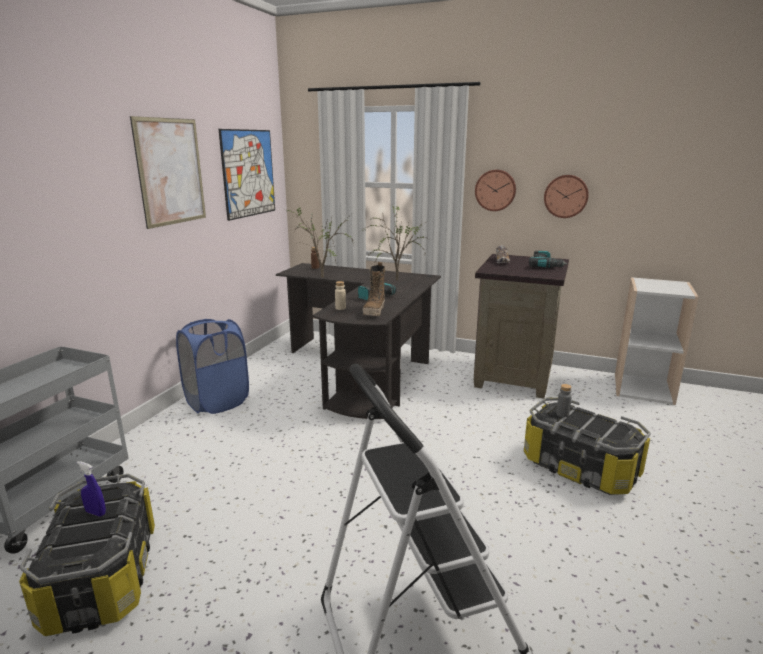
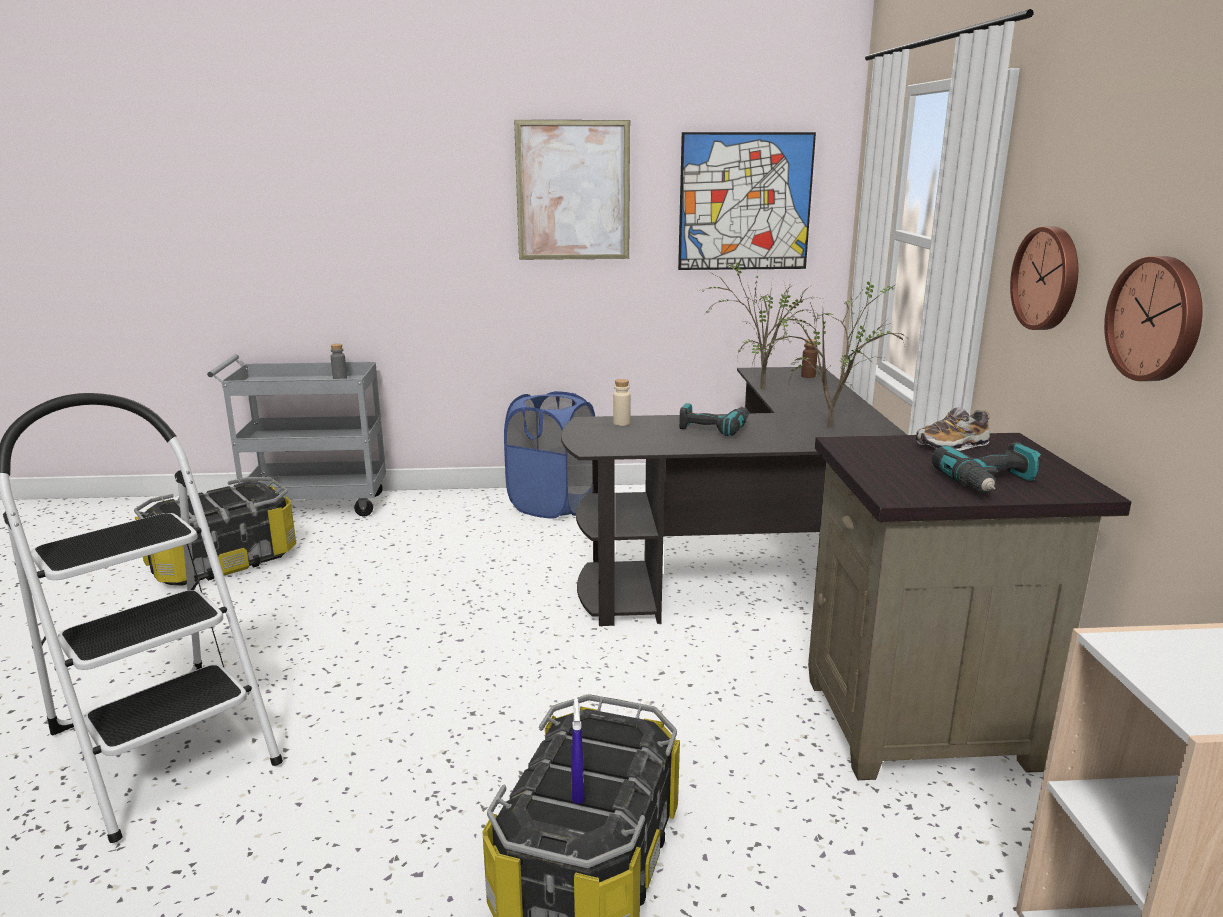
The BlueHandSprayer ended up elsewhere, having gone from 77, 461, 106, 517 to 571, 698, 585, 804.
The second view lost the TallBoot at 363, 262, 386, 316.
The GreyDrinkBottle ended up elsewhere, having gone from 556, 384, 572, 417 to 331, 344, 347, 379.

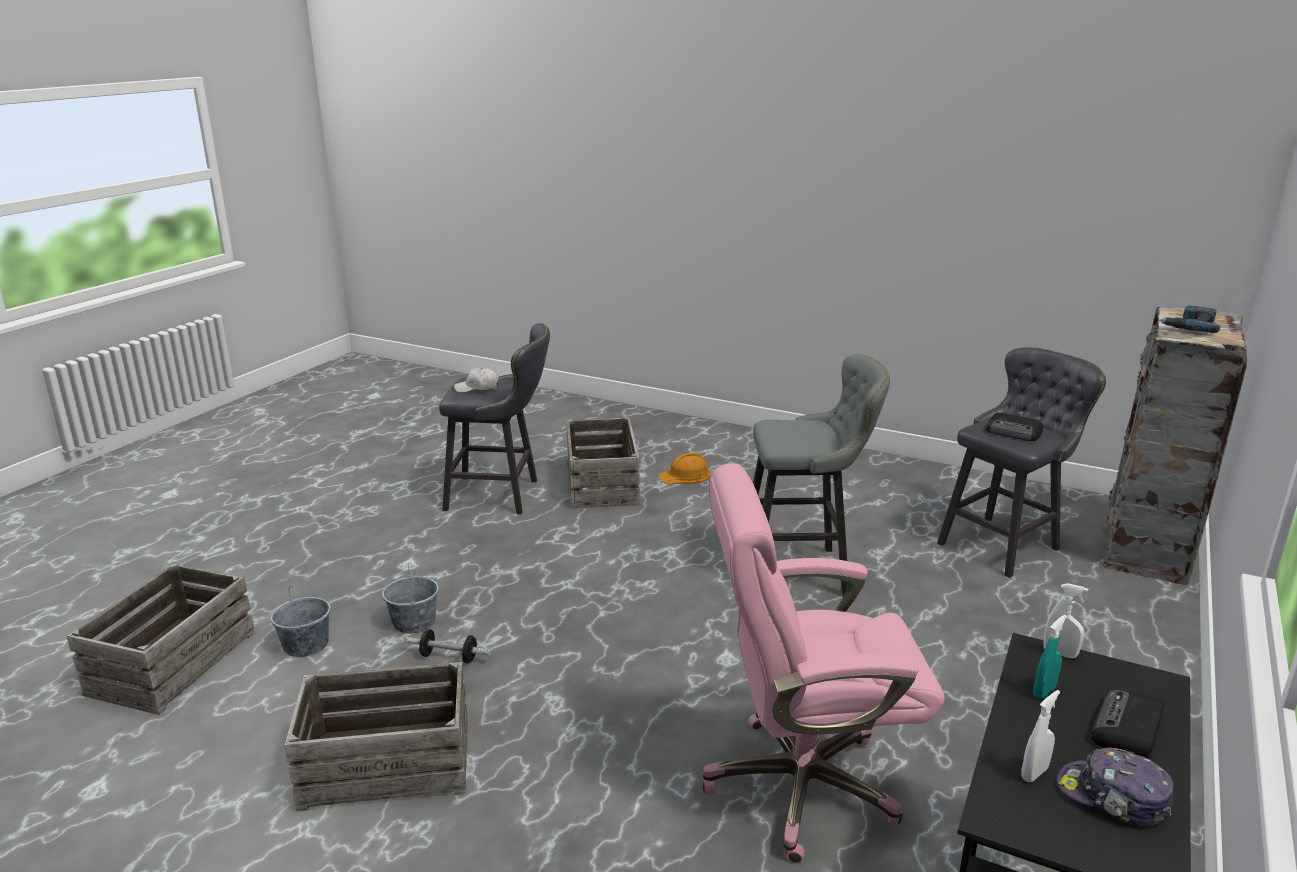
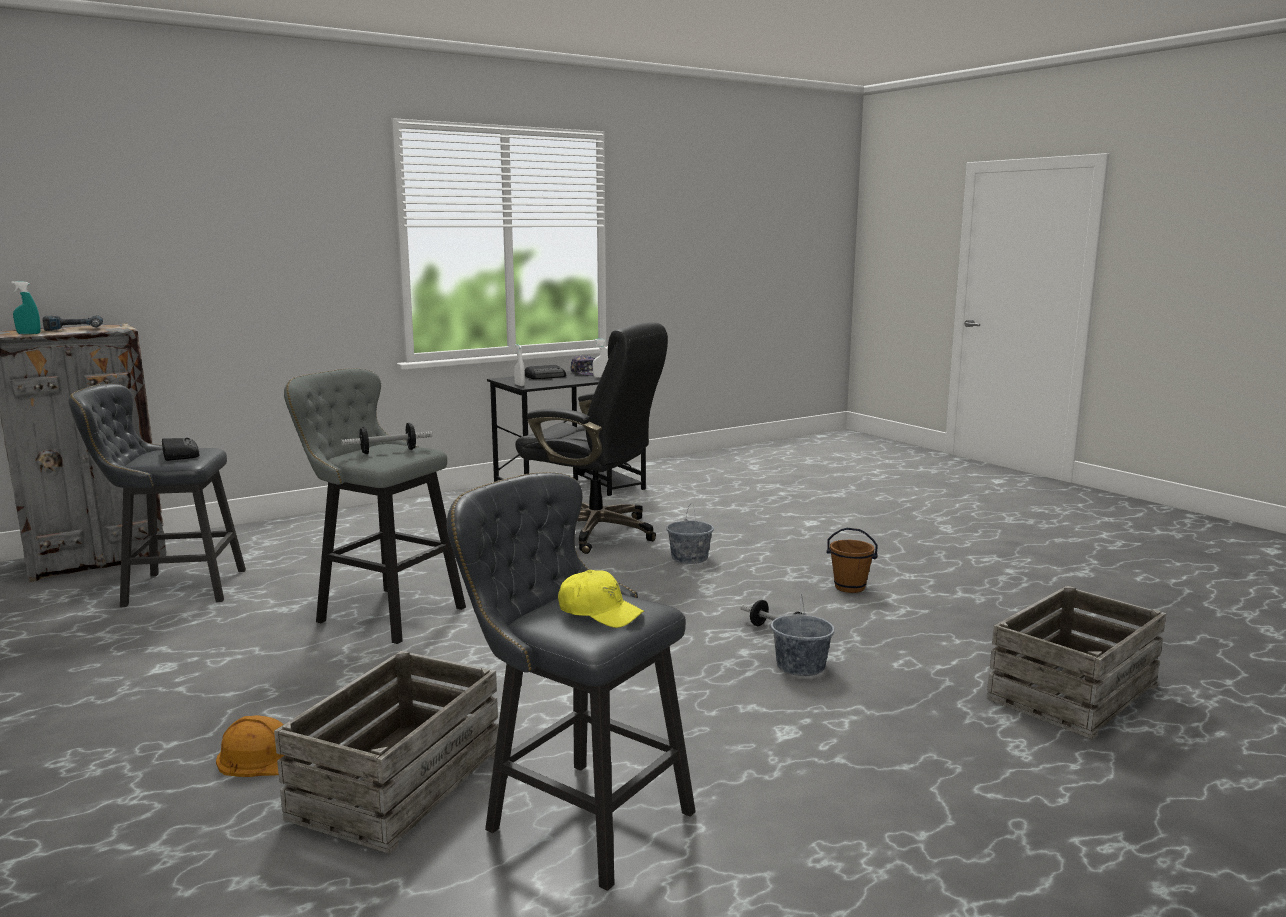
The GreyWaterBucket ended up elsewhere, having gone from 270, 586, 331, 657 to 666, 503, 714, 564.
Where the PackingCrate stood at 285, 662, 468, 812, the BrownishWaterBucket came to stand at 826, 528, 878, 593.
What was the WhitePeakedCap at 454, 367, 499, 393 turned into the YellowPeakedCap at 558, 570, 644, 628.
What was the PinkishComputerChair at 703, 463, 945, 863 turned into the BlackColouredComputerChair at 515, 322, 668, 554.
The BlueGreenHandSprayer ended up elsewhere, having gone from 1033, 615, 1067, 699 to 11, 281, 40, 334.
The second view gained the FreeWeight at 341, 423, 433, 454.

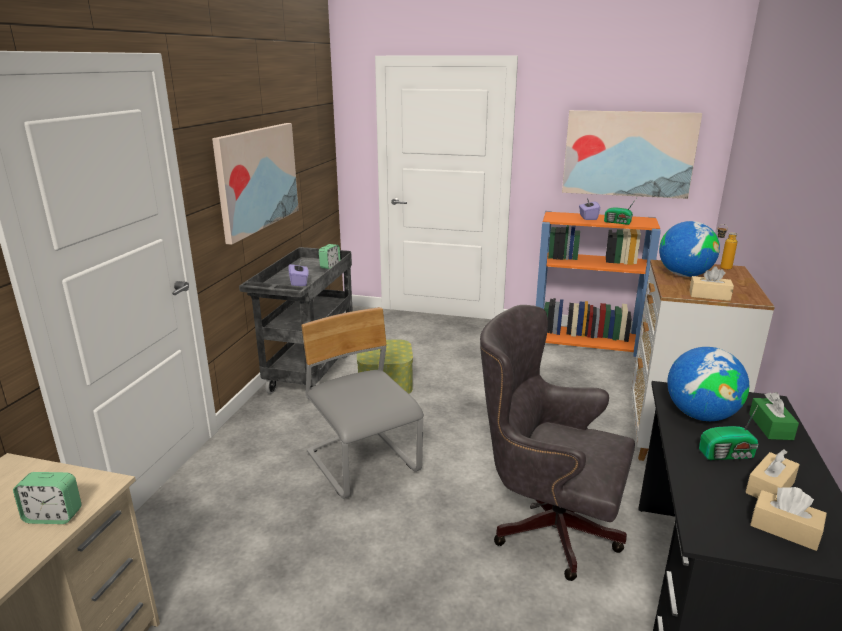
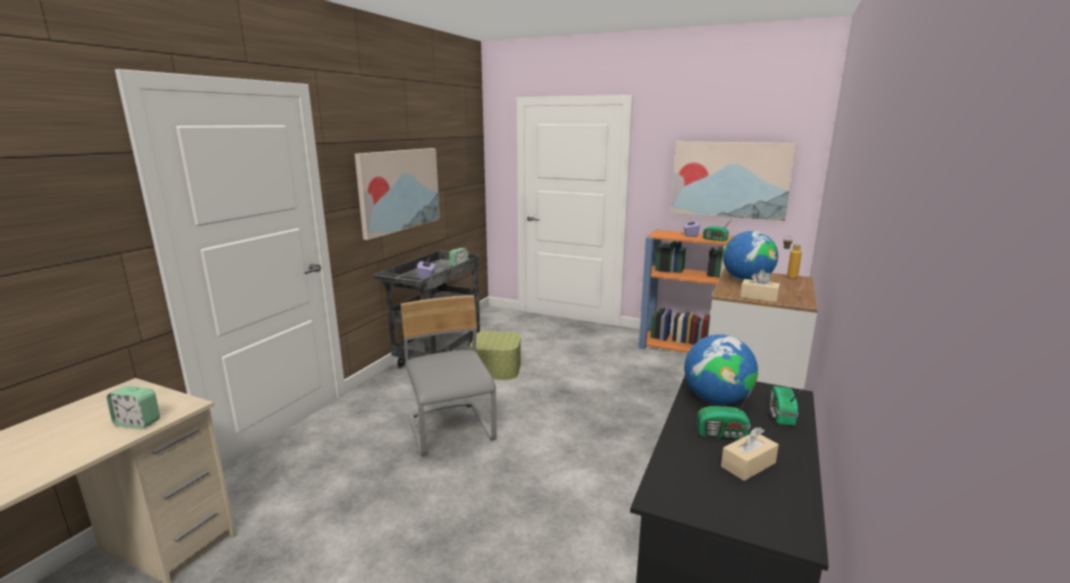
The second view lost the GreyComputerChair at 480, 305, 635, 581.
Where the GreenishTissueHolder stood at 749, 392, 799, 440, the RadioSet came to stand at 770, 386, 803, 426.
The second view lost the SandColouredTissueHolder at 750, 487, 827, 551.

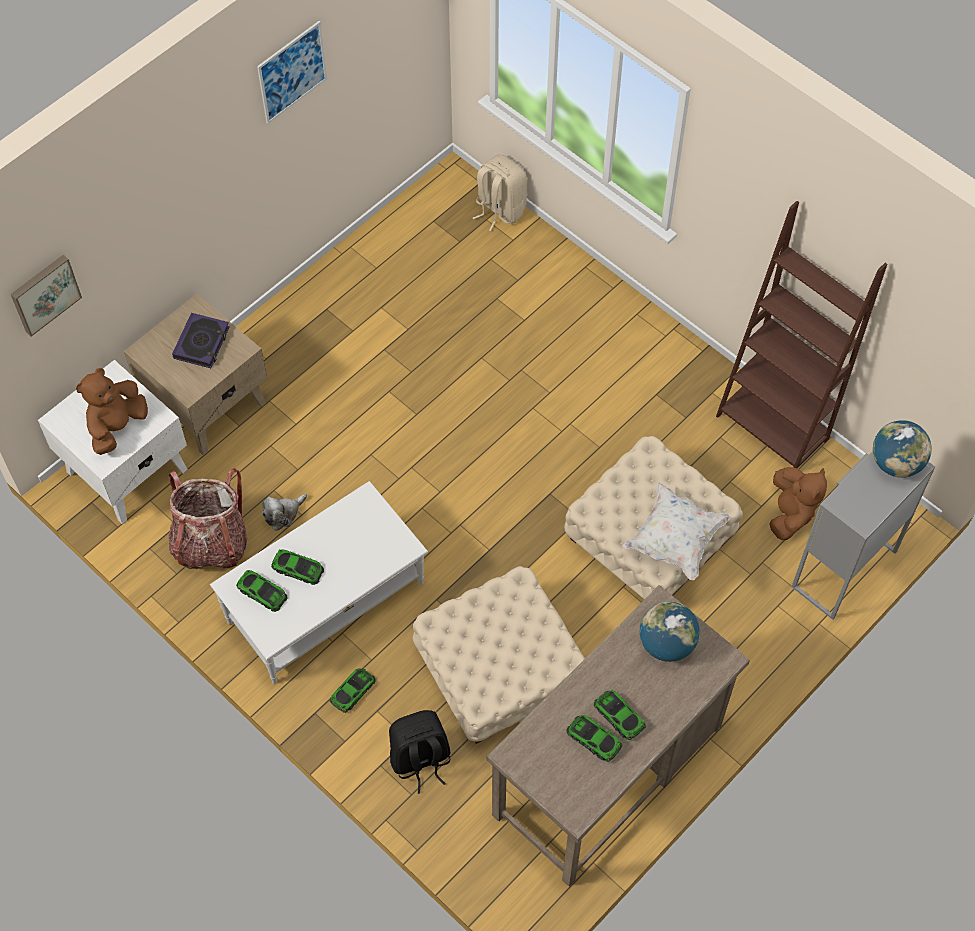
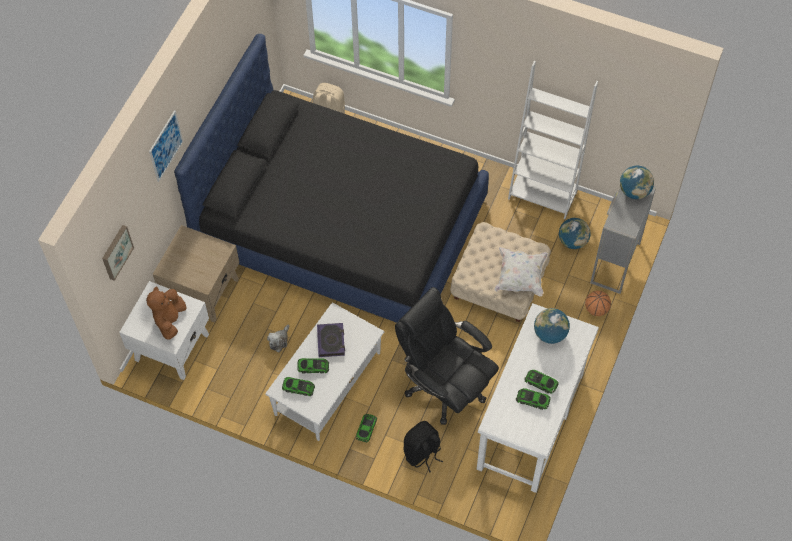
The second view lost the Knapsack at 168, 468, 247, 569.
The BoundBook ended up elsewhere, having gone from 172, 313, 230, 368 to 317, 323, 345, 357.
The Picture ended up elsewhere, having gone from 257, 21, 327, 124 to 149, 110, 183, 182.
Where the SandColouredPouffe stood at 413, 566, 585, 744, the BlackColouredComputerChair came to stand at 395, 287, 499, 425.
What was the BrownishDesk at 486, 585, 750, 886 turned into the WhiteDesk at 477, 303, 599, 493.
What was the BrownishShelvingUnit at 716, 201, 887, 468 turned into the WhiteShelvingUnit at 508, 61, 598, 219.
Where the BrownishPlushToy stood at 769, 467, 827, 540, the Globe came to stand at 559, 218, 590, 249.
The second view gained the BlackColouredBed at 174, 34, 489, 323.
The second view gained the BallForBasketball at 585, 291, 611, 316.

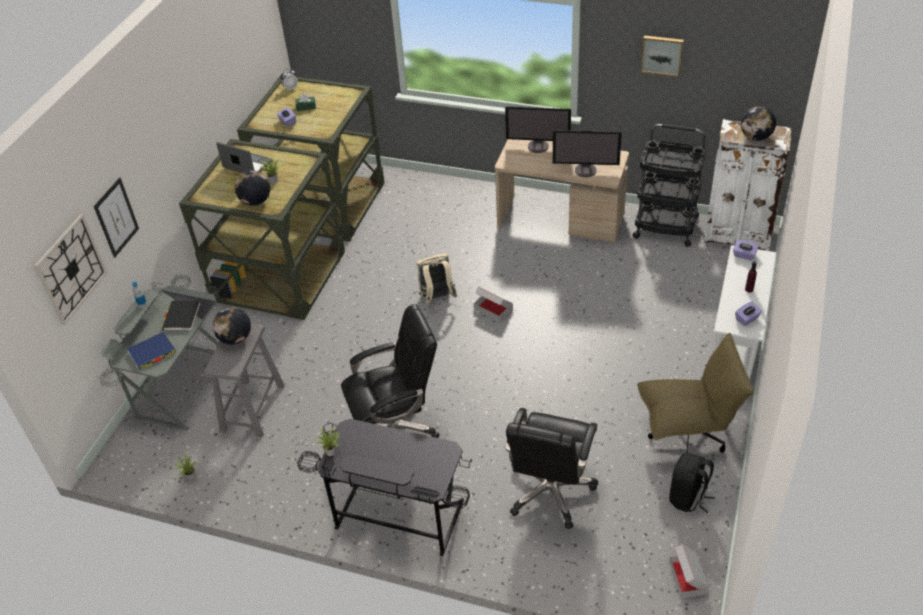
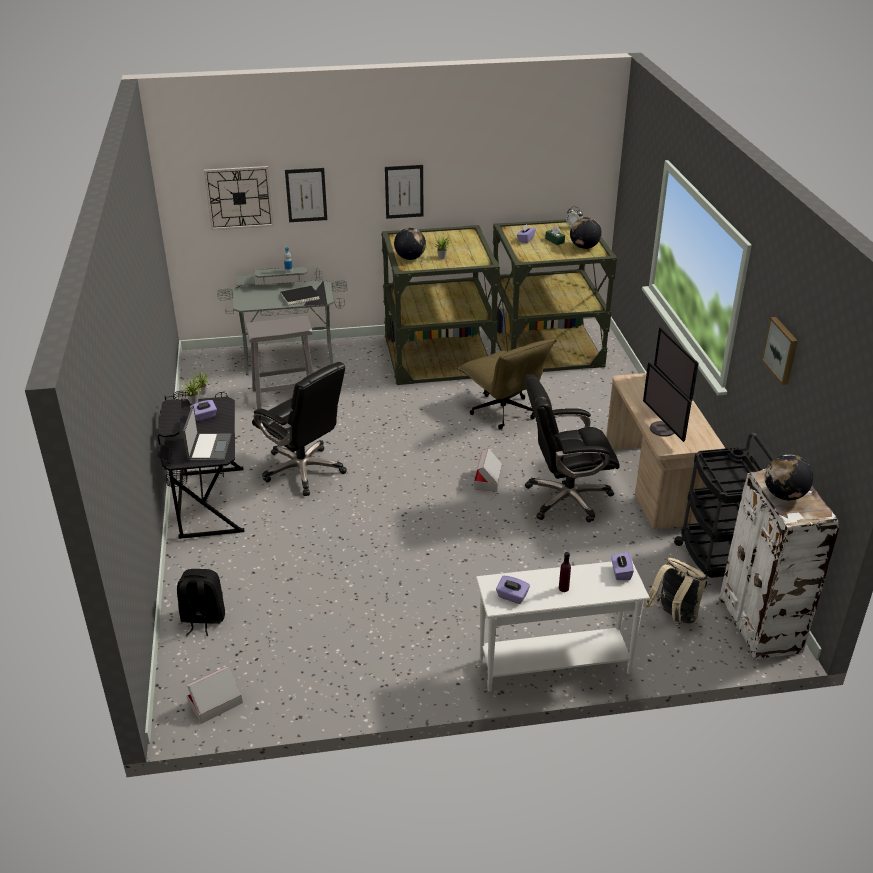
The second view lost the BlueBoundBook at 127, 332, 176, 370.
The Globe ended up elsewhere, having gone from 213, 307, 251, 345 to 570, 217, 602, 249.
The PortableComputer ended up elsewhere, having gone from 216, 142, 272, 173 to 183, 406, 231, 462.
The SandColouredKnapsack ended up elsewhere, having gone from 416, 254, 457, 304 to 645, 558, 707, 627.
The BlackColouredComputerChair ended up elsewhere, having gone from 505, 408, 598, 529 to 524, 374, 620, 523.
The SandColouredComputerChair ended up elsewhere, having gone from 637, 333, 754, 453 to 456, 339, 557, 429.
The BlackColouredKnapsack ended up elsewhere, having gone from 669, 453, 715, 513 to 177, 569, 225, 636.
The second view gained the PurpleTissueHolder at 190, 400, 217, 421.
The second view gained the Picture at 385, 165, 424, 219.

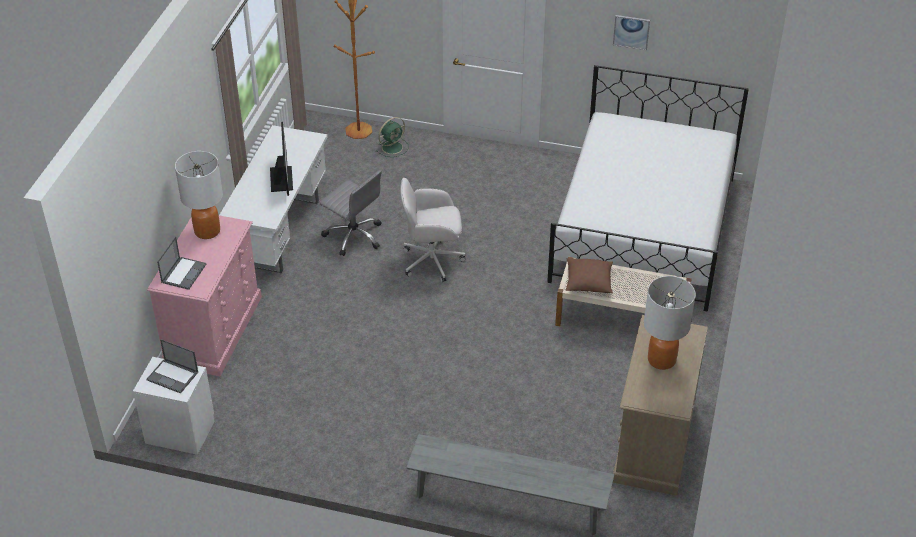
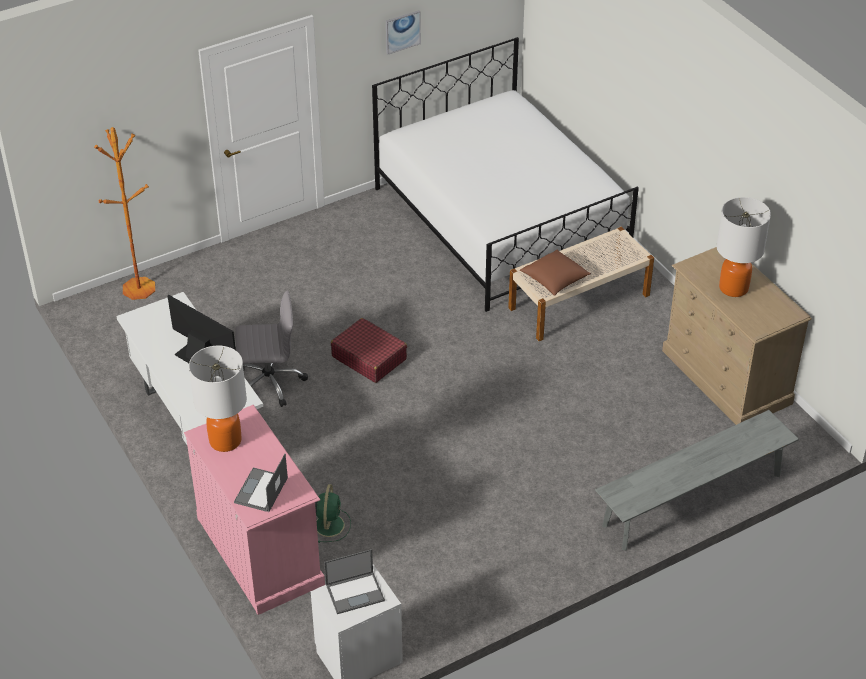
The PortableComputer at 157, 237, 206, 290 ended up facing another way, 135 degrees counterclockwise from before.
The GreenishElectricFan ended up elsewhere, having gone from 375, 117, 409, 157 to 315, 484, 351, 543.
Where the WhiteComputerChair stood at 400, 178, 465, 282, the RedColouredSuitcase came to stand at 331, 318, 407, 383.

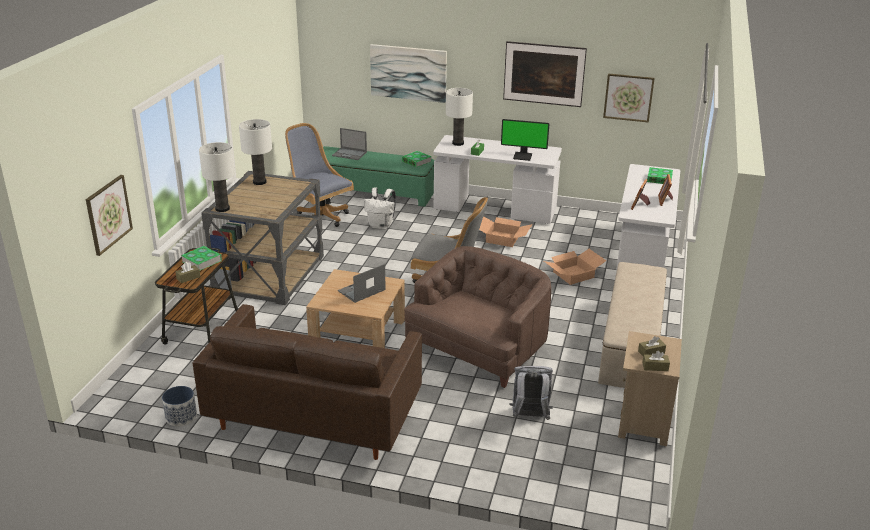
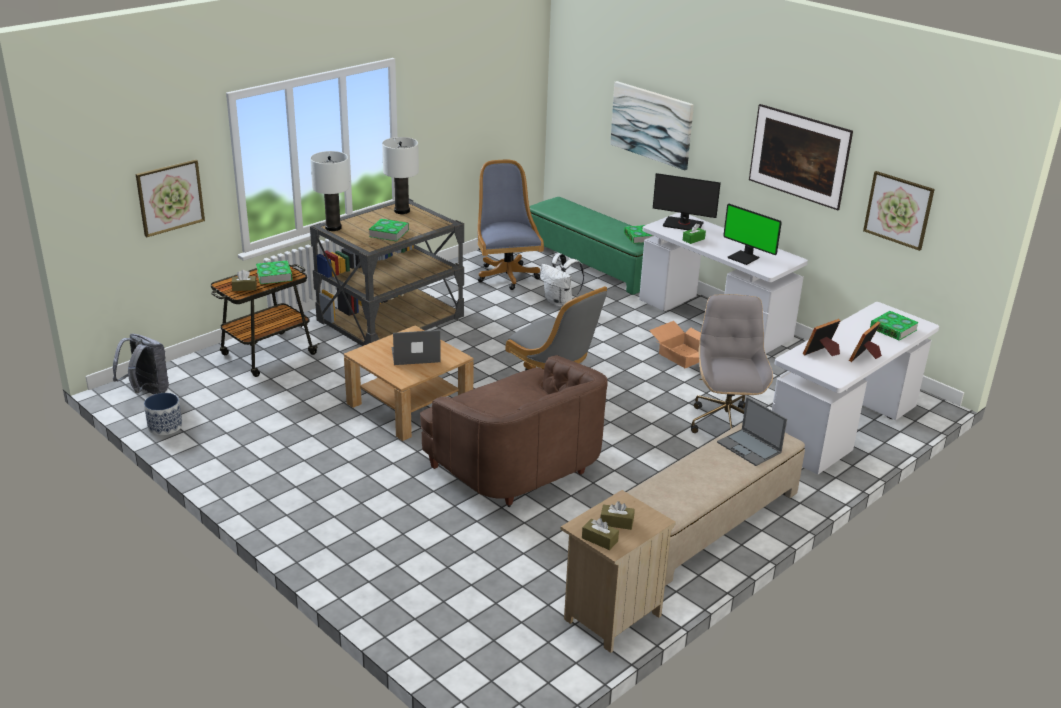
The second view lost the BrownishCouch at 192, 304, 422, 460.
The PortableComputer ended up elsewhere, having gone from 332, 128, 367, 160 to 717, 397, 787, 466.
The BrownishArmchair at 404, 246, 551, 388 ended up facing another way, 75 degrees clockwise from before.
Where the WhiteTableLamp stood at 446, 88, 473, 146, the Monitor came to stand at 653, 173, 721, 230.
The GreyKnapsack ended up elsewhere, having gone from 509, 366, 553, 420 to 113, 334, 169, 394.
Where the CardboardBox stood at 544, 249, 606, 285, the GreyComputerChair came to stand at 691, 294, 773, 433.
The second view gained the BoundBook at 369, 218, 409, 241.

